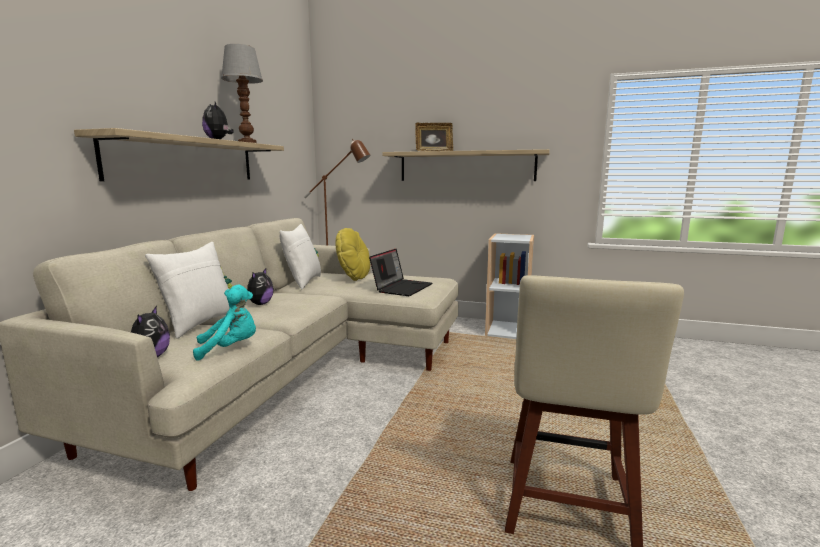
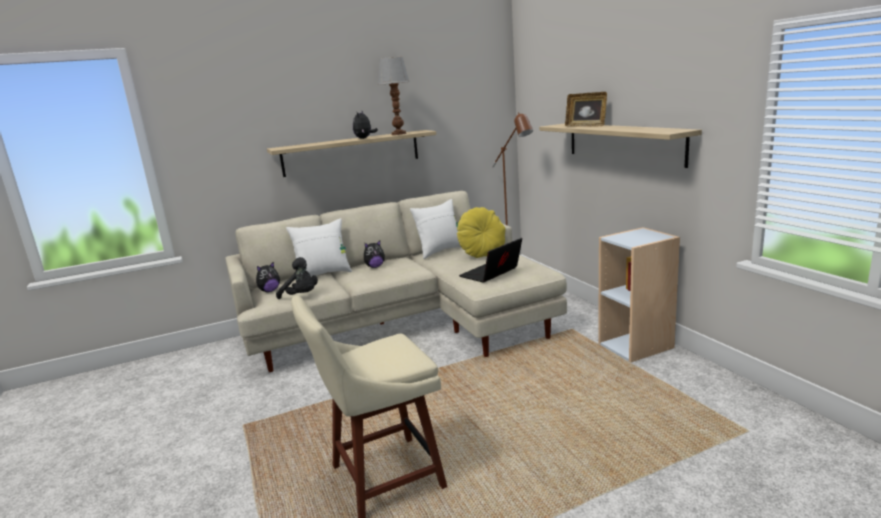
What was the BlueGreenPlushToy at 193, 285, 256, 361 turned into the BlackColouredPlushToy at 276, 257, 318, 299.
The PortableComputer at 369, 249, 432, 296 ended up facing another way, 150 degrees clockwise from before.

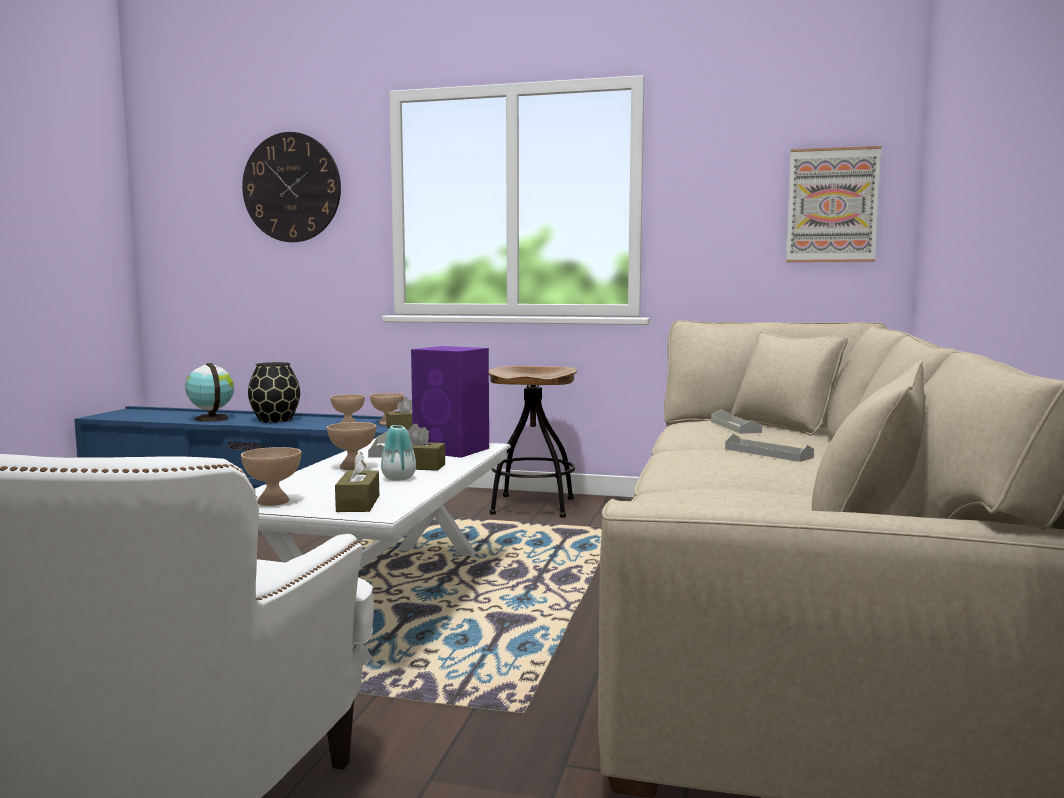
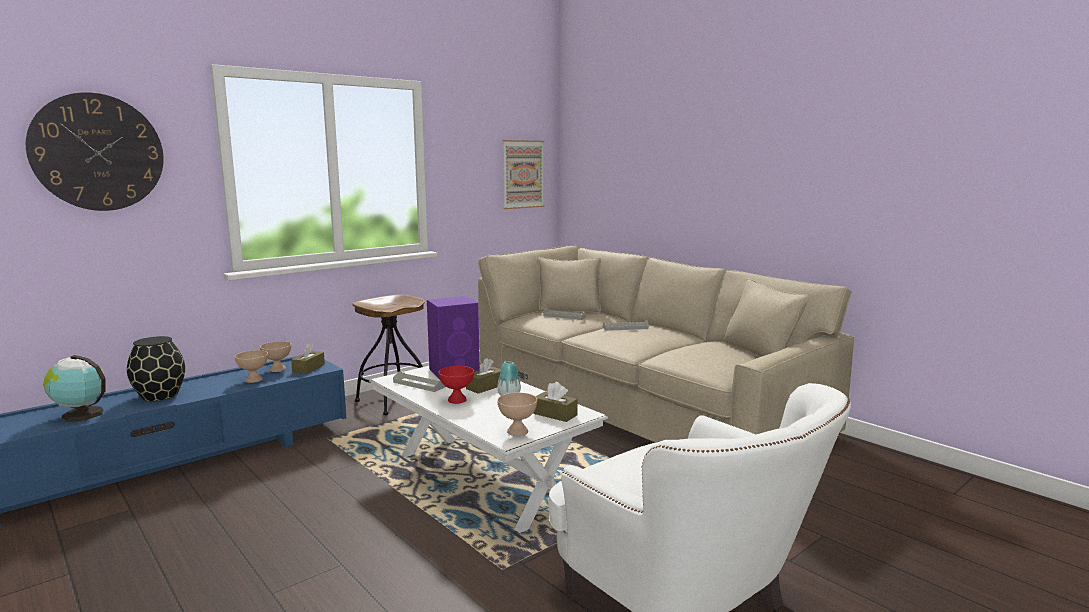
What was the SandColouredDeepDish at 327, 422, 376, 470 turned into the RedColouredDeepDish at 439, 366, 474, 404.

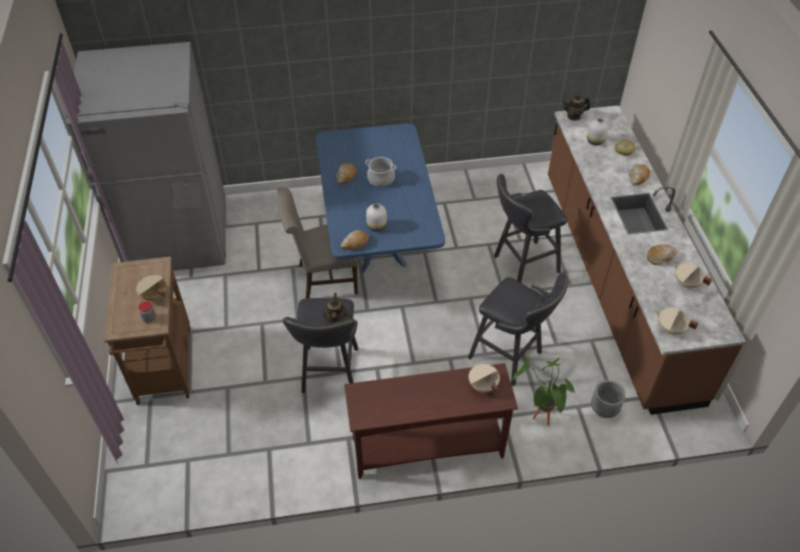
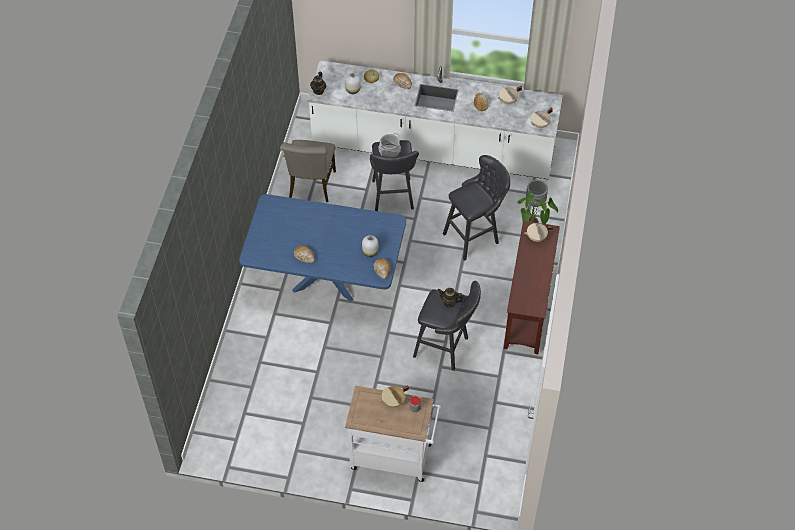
The second view lost the GreyKitchenFridge at 66, 42, 226, 271.
What was the BrownishTrolley at 104, 257, 191, 405 turned into the WhiteTrolley at 345, 386, 441, 482.
The SandColouredPlainChair ended up elsewhere, having gone from 277, 187, 358, 298 to 280, 140, 336, 202.
The Stockpot ended up elsewhere, having gone from 365, 157, 396, 187 to 379, 133, 401, 157.
What was the BrownishCounter at 548, 105, 746, 415 turned into the WhiteCounter at 307, 60, 563, 180.

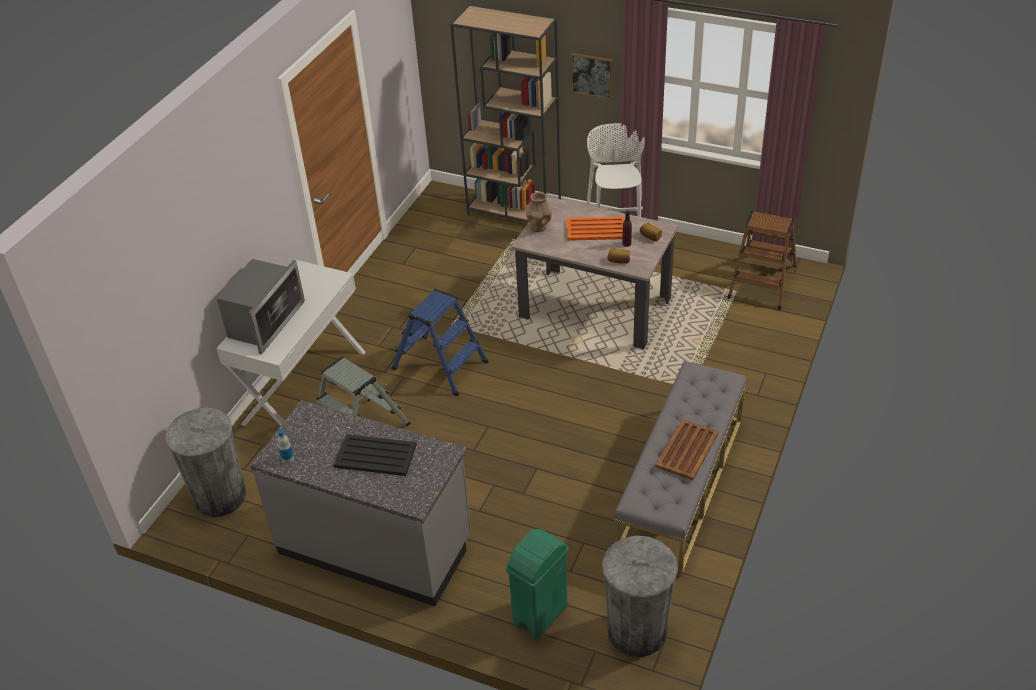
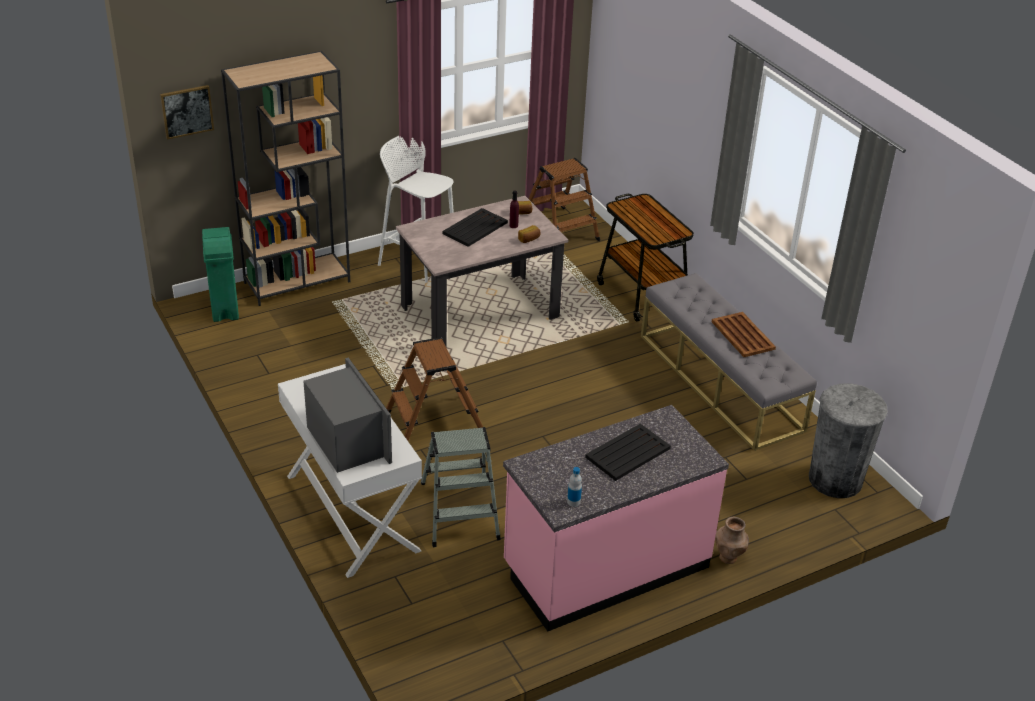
The second view lost the GreyTrashCan at 165, 408, 246, 517.
What was the GreyCounter at 250, 400, 471, 606 turned into the PinkishCounter at 503, 405, 729, 631.
What was the BlueStepStool at 391, 289, 489, 396 turned into the BrownishStepStool at 386, 337, 483, 441.
The GreenishTrashCan ended up elsewhere, having gone from 506, 529, 569, 640 to 202, 227, 239, 322.
The BrownishVase ended up elsewhere, having gone from 525, 192, 552, 232 to 715, 517, 749, 564.
What was the OrangeyTray at 567, 216, 625, 241 turned into the BlackColouredTray at 443, 208, 508, 247.
The Picture ended up elsewhere, having gone from 571, 53, 613, 100 to 160, 85, 214, 140.
The second view gained the Trolley at 597, 194, 694, 322.

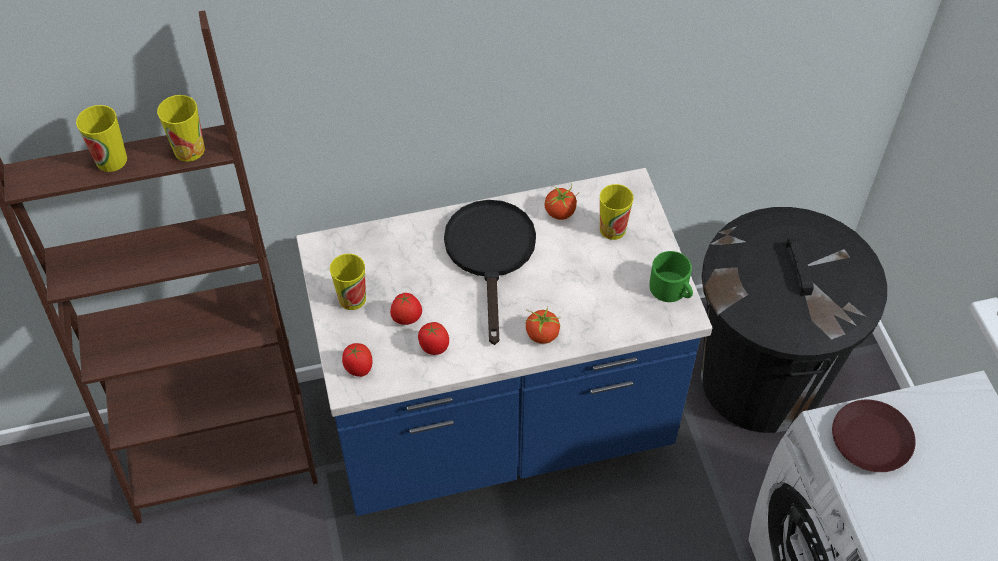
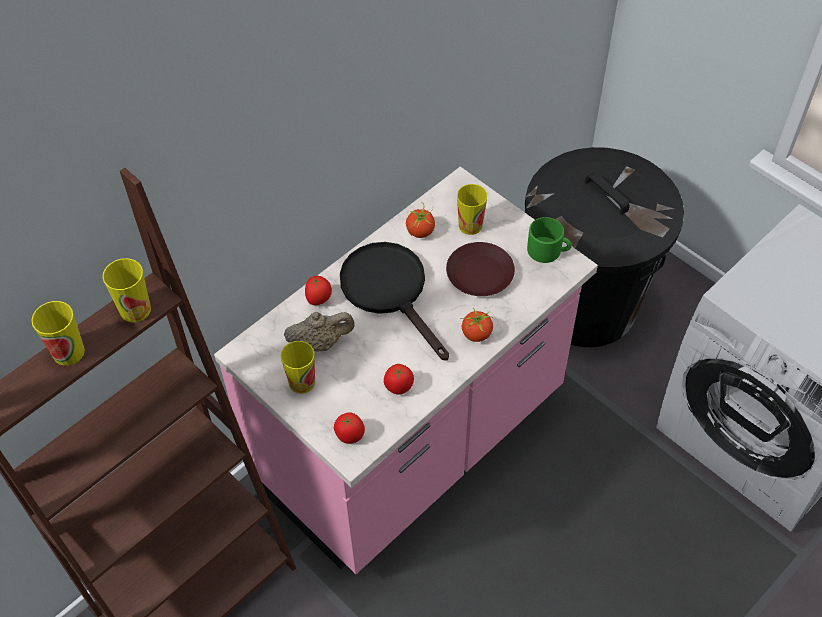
What was the BlueCounter at 296, 168, 712, 516 turned into the PinkishCounter at 214, 167, 598, 574.
The WholeTomato ended up elsewhere, having gone from 390, 292, 422, 325 to 305, 275, 332, 305.
The BrownishFlatDish ended up elsewhere, having gone from 832, 400, 916, 472 to 446, 242, 515, 296.
The second view gained the SandColouredTeaPot at 284, 312, 354, 352.

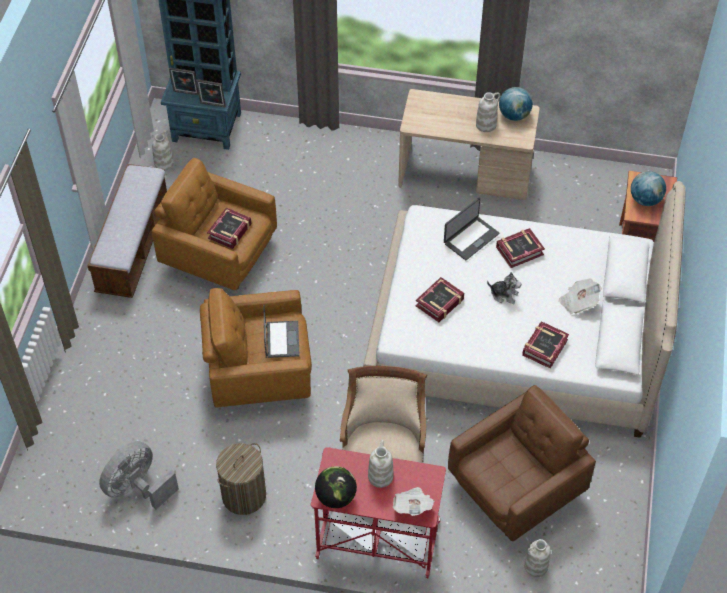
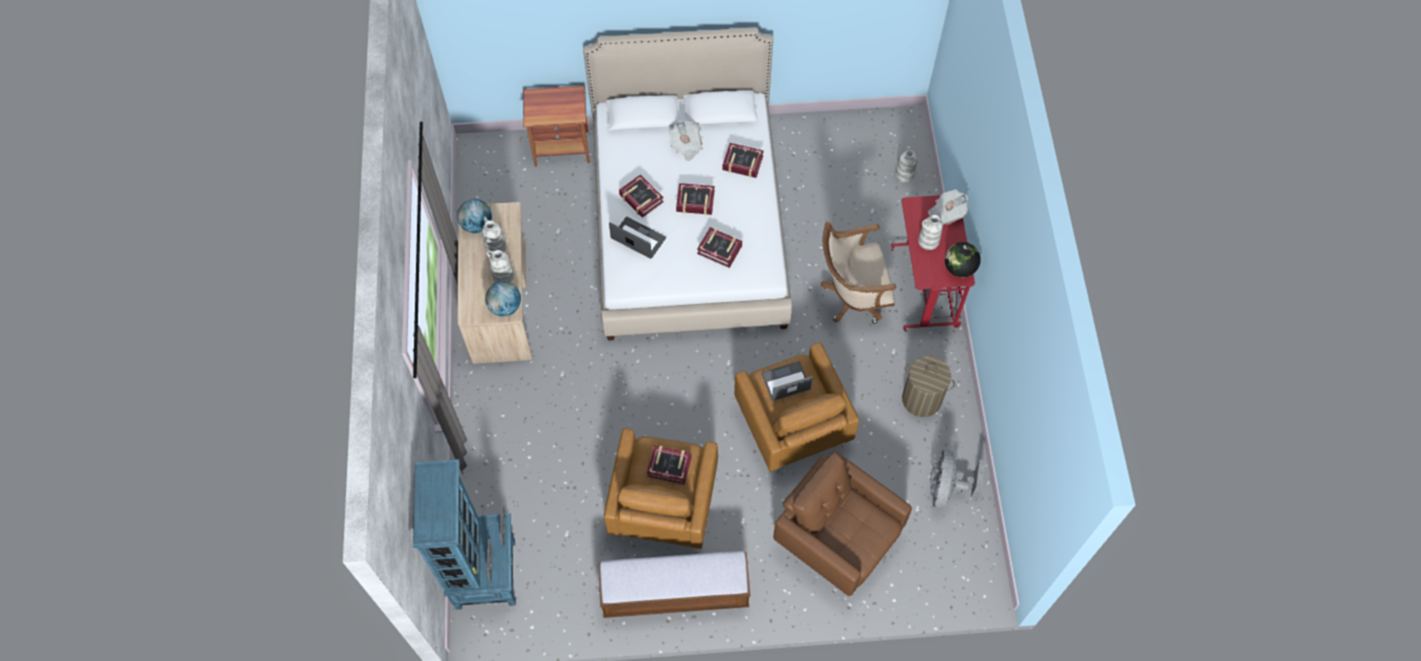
The GreyElectricFan at 99, 441, 179, 510 ended up facing another way, 75 degrees clockwise from before.
The WhiteVase ended up elsewhere, having gone from 152, 130, 174, 170 to 486, 250, 514, 282.
The BrownishArmchair ended up elsewhere, having gone from 448, 385, 596, 541 to 773, 451, 912, 596.
Where the PlushToy stood at 487, 272, 521, 304, the BoundBook came to stand at 676, 183, 715, 215.
The Globe ended up elsewhere, having gone from 631, 171, 666, 206 to 485, 281, 521, 316.

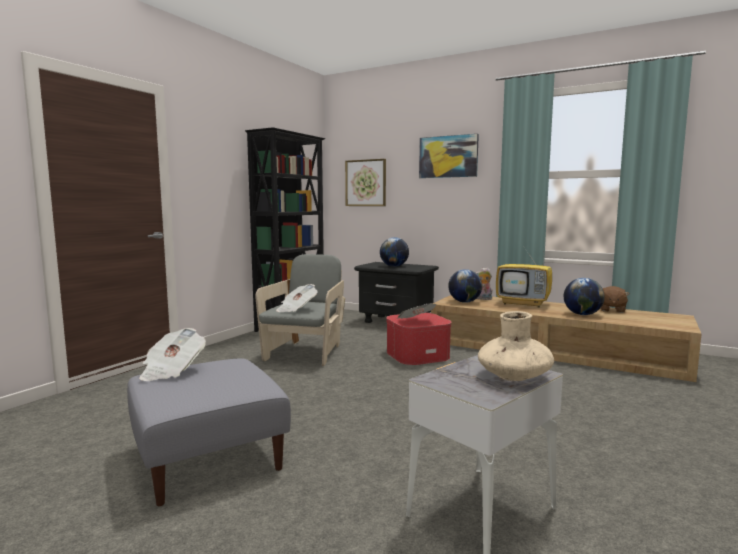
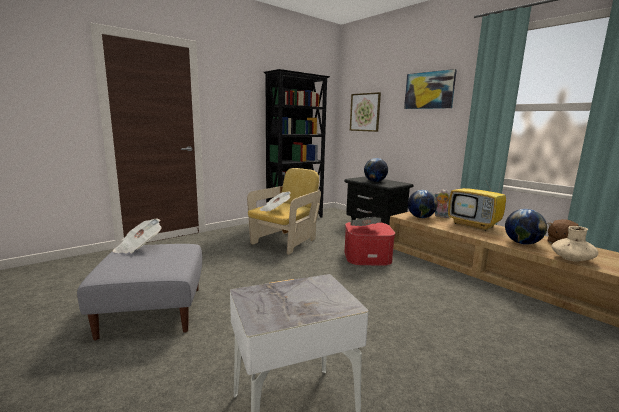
What was the GreyArmchair at 255, 254, 345, 366 turned into the YellowArmchair at 247, 168, 321, 255.
The SandColouredVase ended up elsewhere, having gone from 478, 311, 554, 381 to 552, 226, 598, 262.

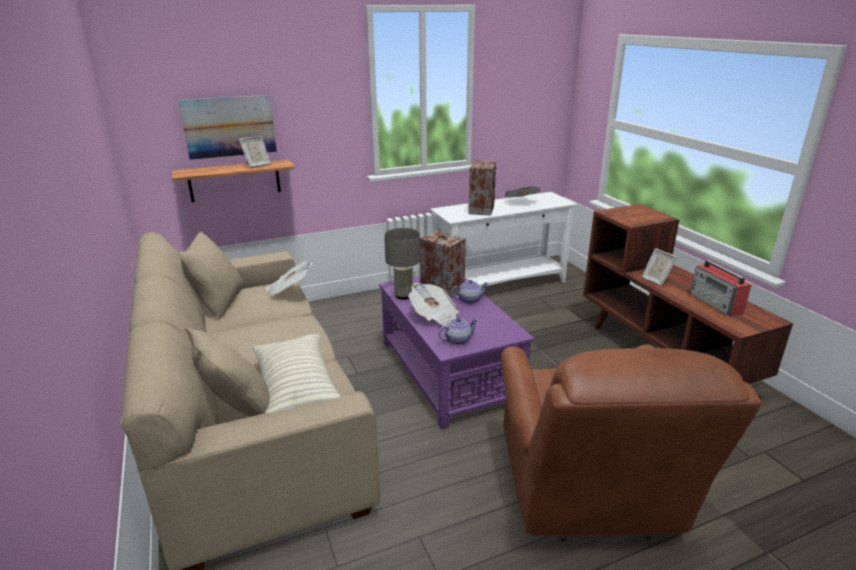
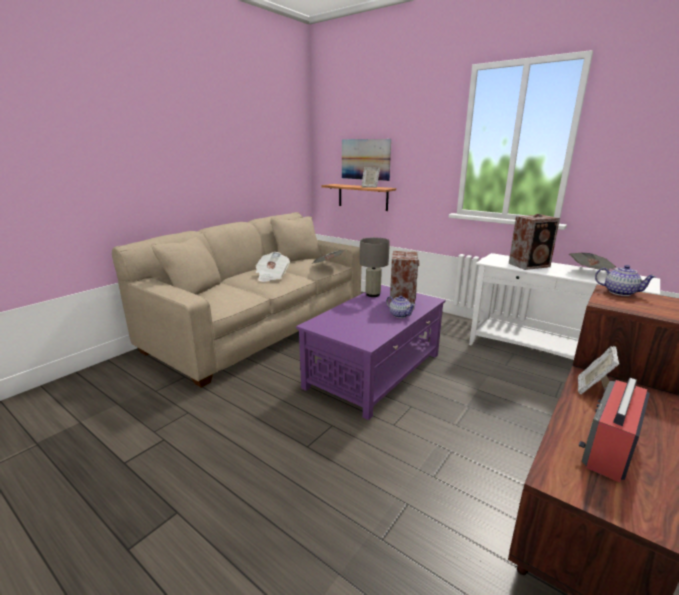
The second view lost the Cushion at 253, 334, 340, 414.
The PrintedPaper ended up elsewhere, having gone from 409, 283, 459, 326 to 255, 252, 290, 282.
The TeaPot ended up elsewhere, having gone from 438, 318, 478, 345 to 595, 265, 657, 296.
The second view lost the BrownishArmchair at 501, 345, 761, 541.

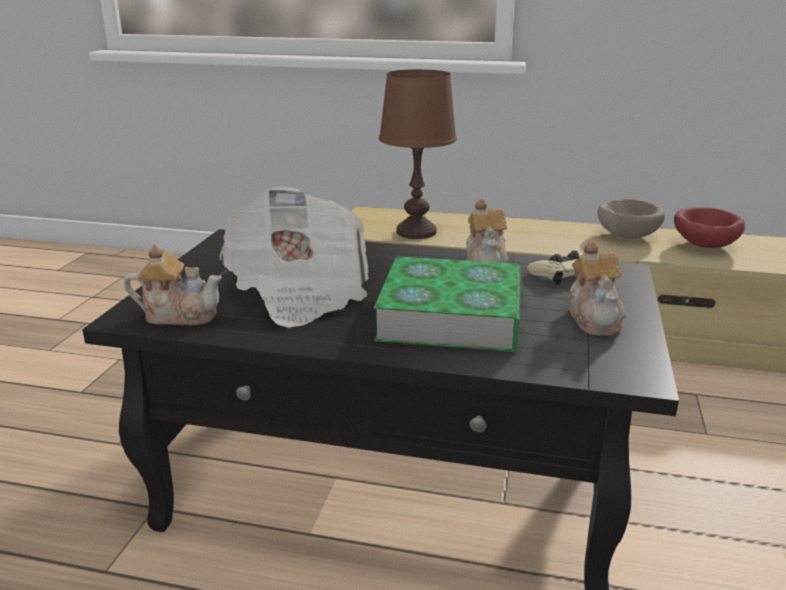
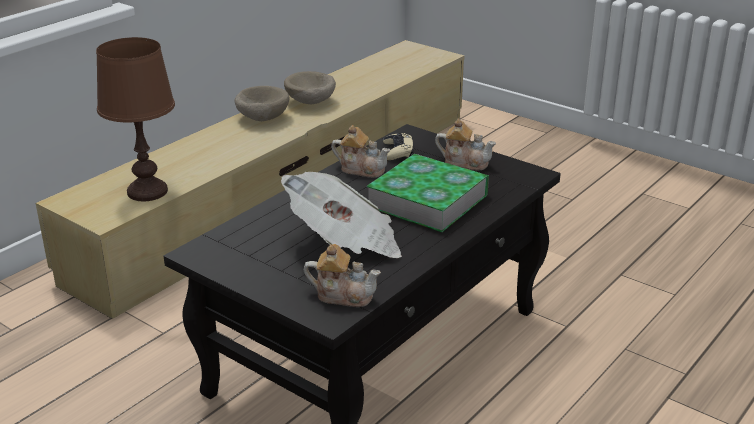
The TeaPot at 124, 245, 222, 325 ended up facing another way, 75 degrees clockwise from before.
What was the RedColouredDeepDish at 674, 207, 745, 248 turned into the SandColouredDeepDish at 284, 71, 336, 104.

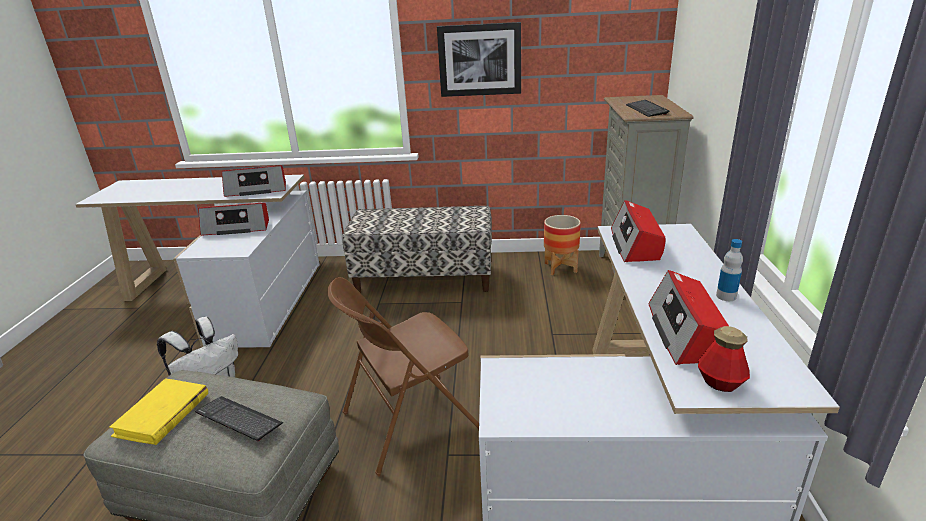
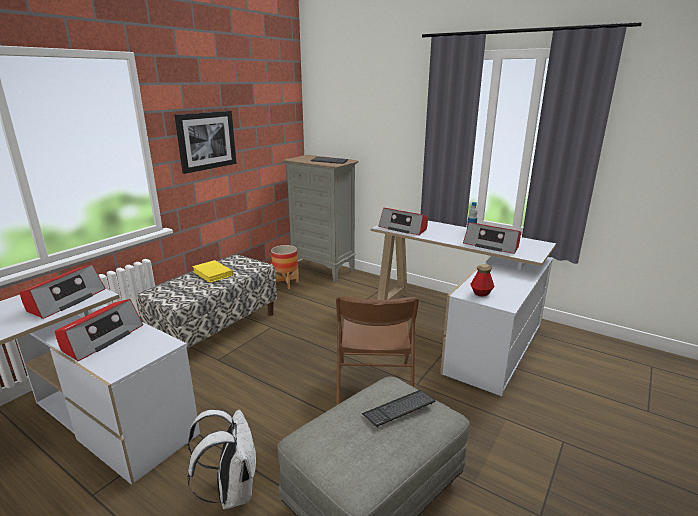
The YellowBoundBook ended up elsewhere, having gone from 109, 378, 208, 445 to 192, 260, 233, 283.
The DrinkBottle ended up elsewhere, having gone from 698, 326, 750, 392 to 470, 264, 495, 296.

